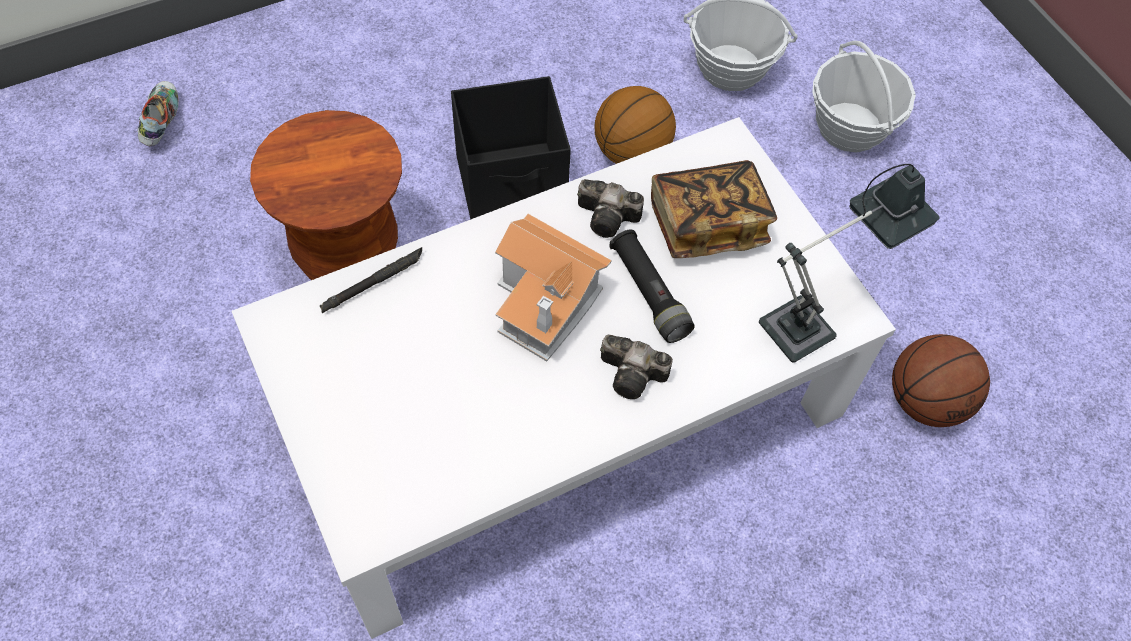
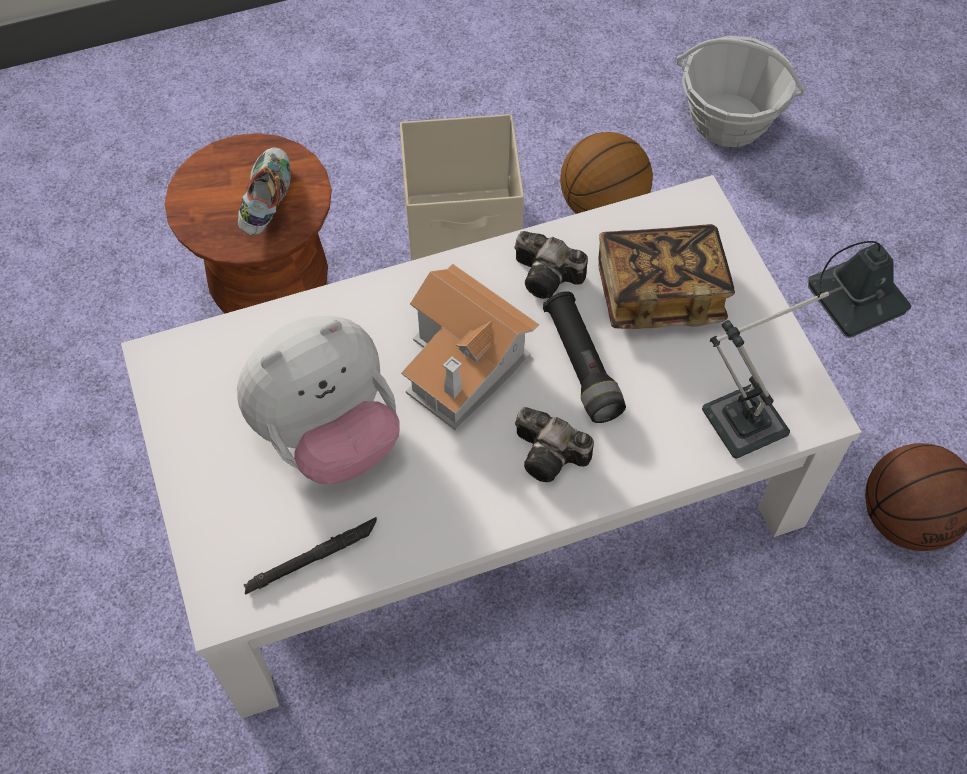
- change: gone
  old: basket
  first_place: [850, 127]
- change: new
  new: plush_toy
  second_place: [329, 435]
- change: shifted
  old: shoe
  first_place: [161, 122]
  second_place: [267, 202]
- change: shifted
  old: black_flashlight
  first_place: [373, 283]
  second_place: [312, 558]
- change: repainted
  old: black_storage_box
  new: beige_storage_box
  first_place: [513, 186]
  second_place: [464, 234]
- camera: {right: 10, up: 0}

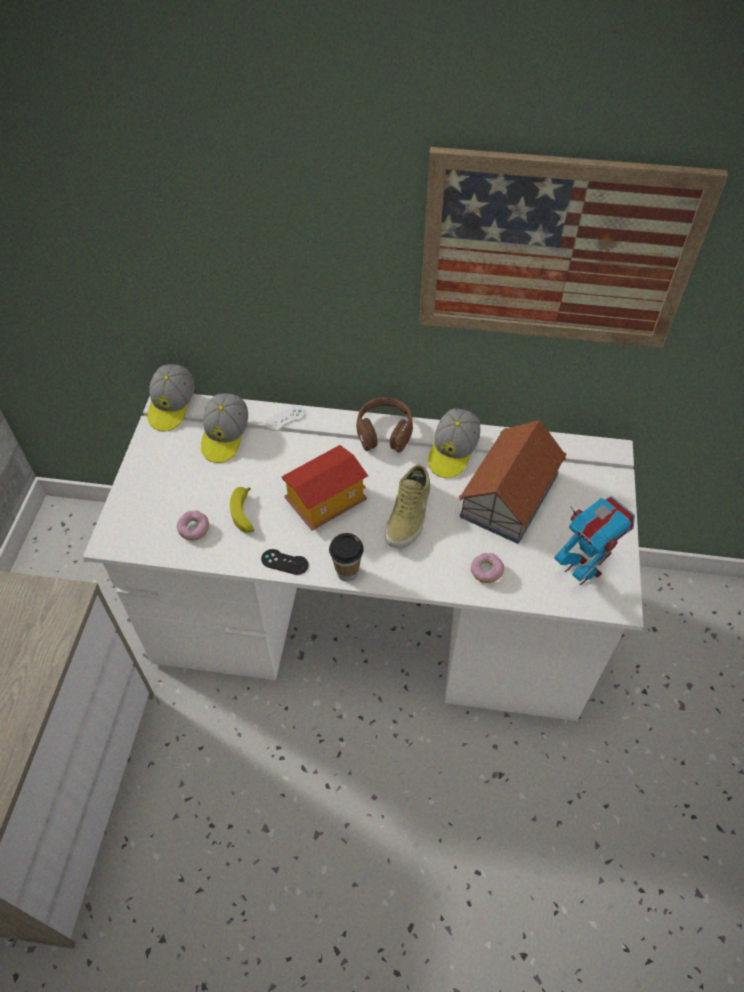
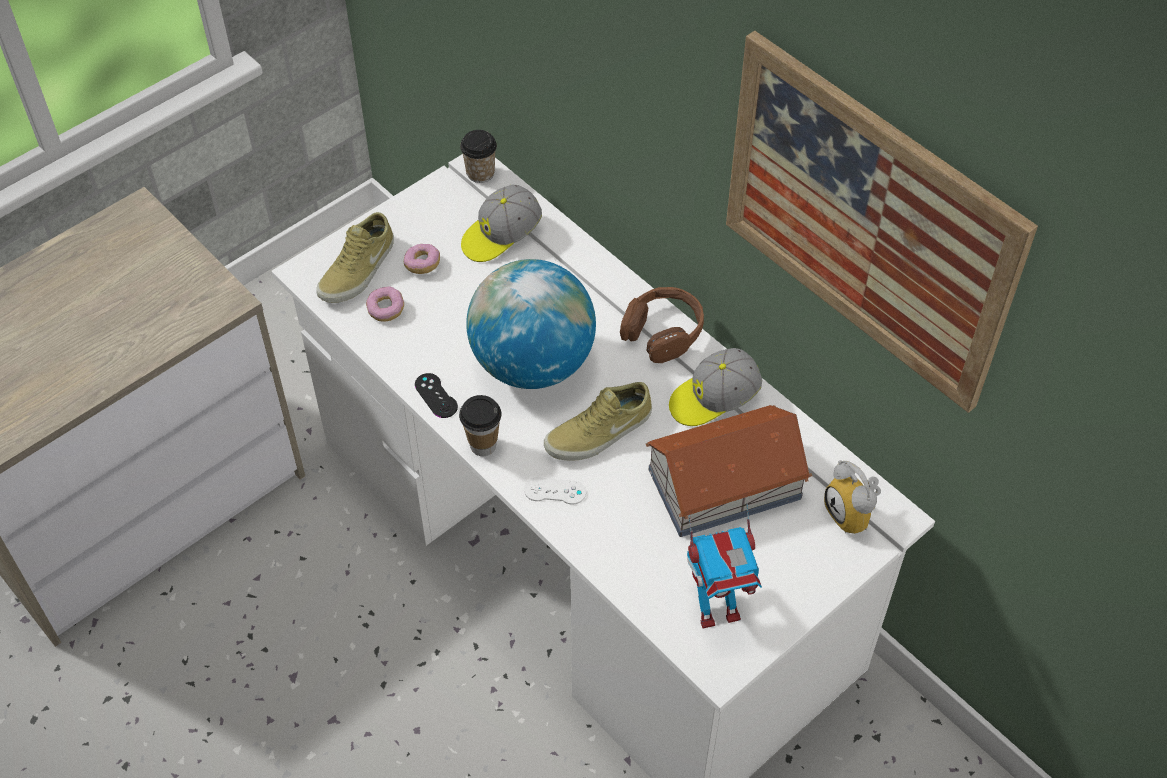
- change: gone
  old: banana
  first_place: [245, 515]
- change: new
  new: beige_shoe
  second_place: [358, 270]
- change: new
  new: alarm_clock
  second_place: [854, 515]
- change: shifted
  old: white_game_controller
  first_place: [285, 418]
  second_place: [554, 491]
- change: shifted
  old: donut
  first_place: [486, 572]
  second_place: [422, 264]
- change: swapped
  old: cap
  new: cup
  first_place: [172, 406]
  second_place: [480, 173]
- change: swapped
  old: toy_house
  new: globe
  first_place: [326, 501]
  second_place: [532, 364]
- change: rotated
  old: toy_robot
  first_place: [582, 570]
  second_place: [717, 609]
  degrees: 75
- camera: {right: 40, up: 0}

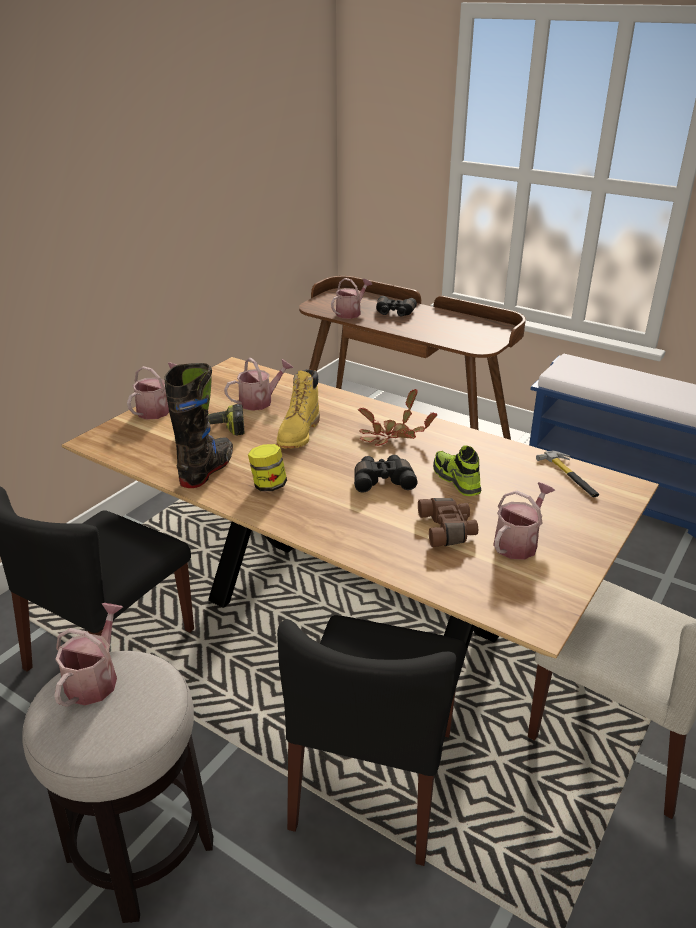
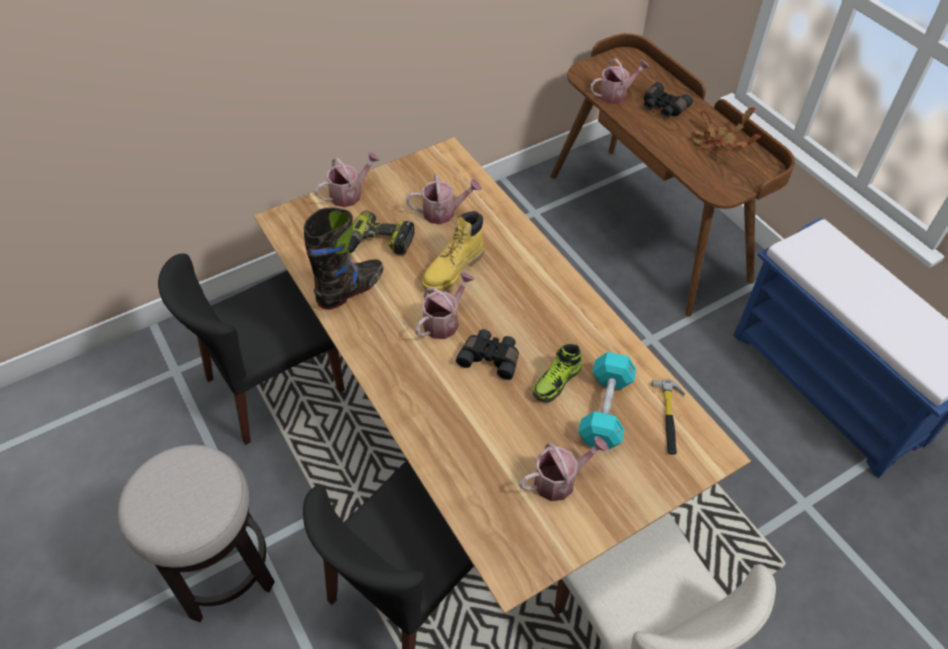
- change: gone
  old: jar
  first_place: [268, 485]
- change: gone
  old: brown_binoculars
  first_place: [448, 530]
- change: new
  new: turquoise_dumbbell
  second_place: [605, 409]
- change: shifted
  old: watering_can
  first_place: [95, 678]
  second_place: [444, 321]
- change: shifted
  old: potted_plant
  first_place: [390, 437]
  second_place: [718, 143]
- change: rotated
  old: shoe
  first_place: [456, 480]
  second_place: [557, 382]
  degrees: -135
- camera: {right: 25, up: 20}

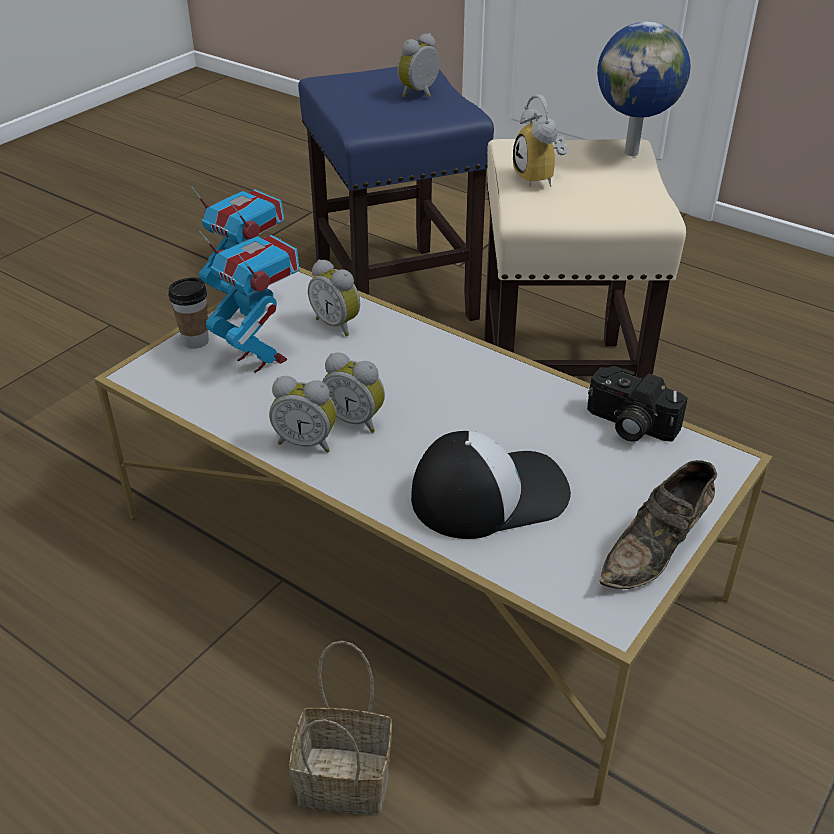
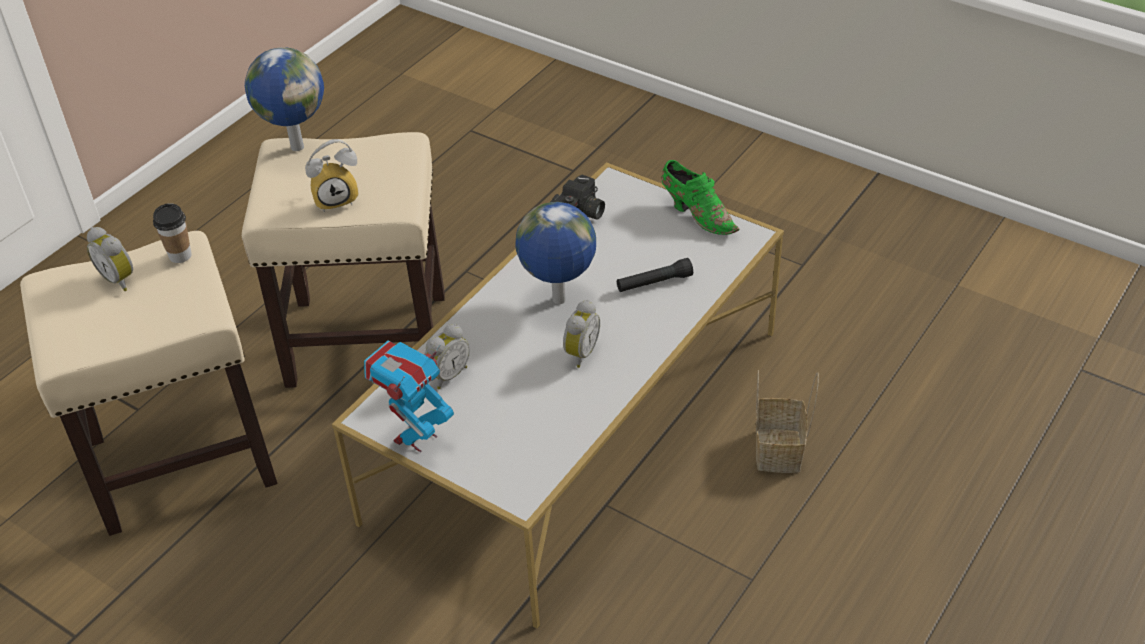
- change: gone
  old: toy_robot
  first_place: [261, 358]
- change: gone
  old: alarm_clock
  first_place: [307, 442]
- change: new
  new: globe
  second_place: [559, 301]
- change: shifted
  old: cup
  first_place: [195, 341]
  second_place: [180, 256]
- change: swapped
  old: cap
  new: black_flashlight
  first_place: [489, 493]
  second_place: [654, 283]
- change: repainted
  old: blue_stool
  new: beige_stool
  first_place: [393, 291]
  second_place: [179, 462]
- change: repainted
  old: brown_shoe
  new: green_shoe
  first_place: [656, 550]
  second_place: [697, 214]
- camera: {right: -90, up: 5}

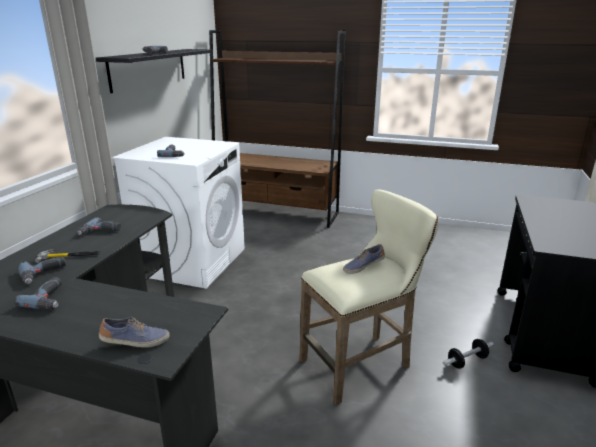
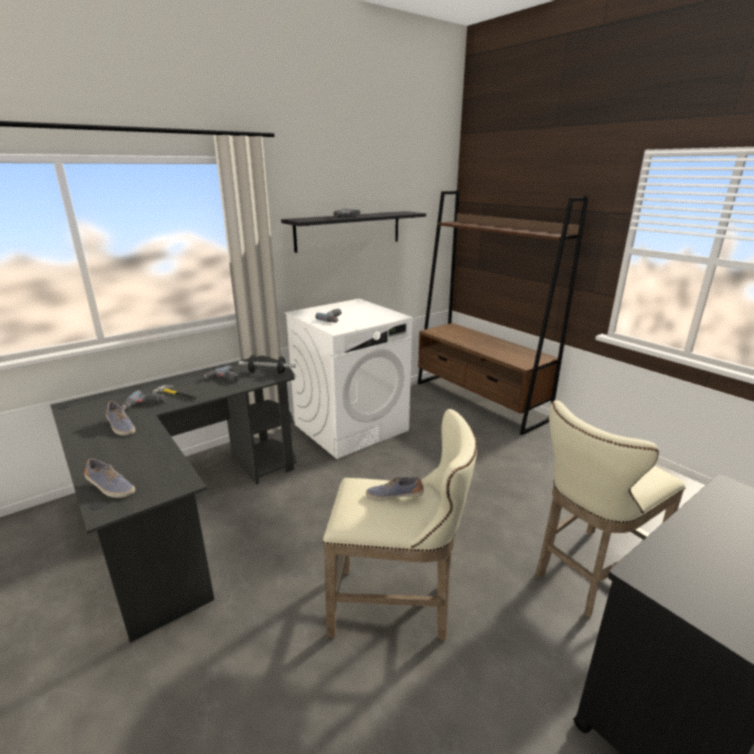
- change: new
  new: beige_stool
  second_place: [588, 574]
- change: shifted
  old: dumbbell
  first_place: [467, 361]
  second_place: [267, 372]
- change: swapped
  old: power_drill
  new: shoe
  first_place: [50, 298]
  second_place: [120, 427]
- camera: {right: 35, up: 0}

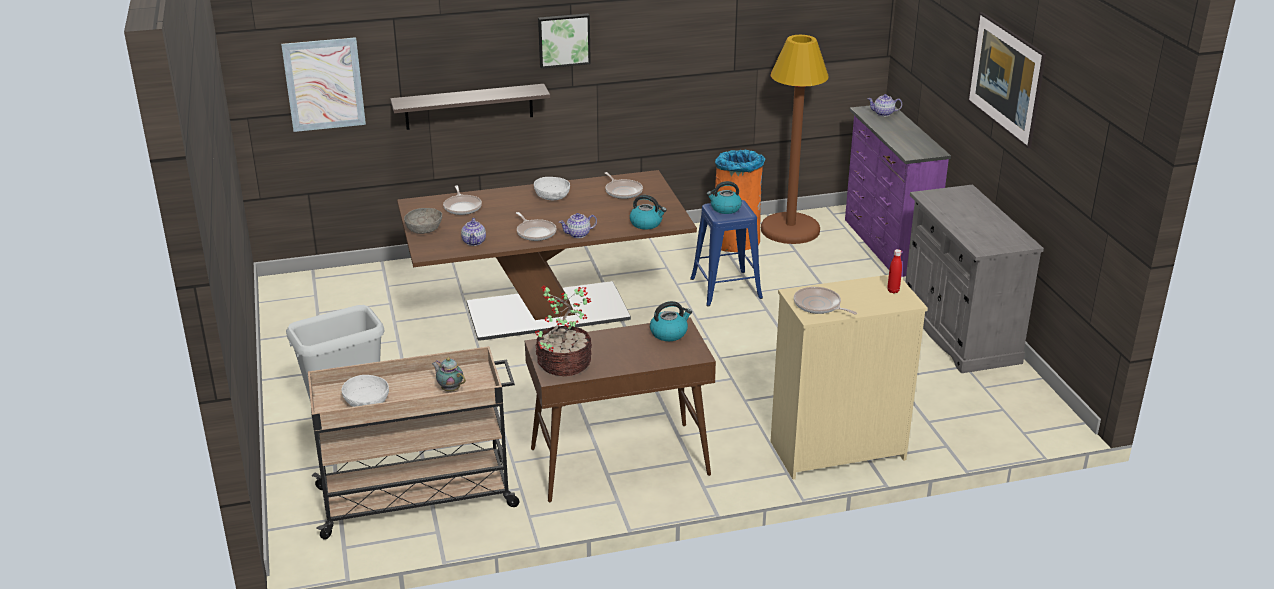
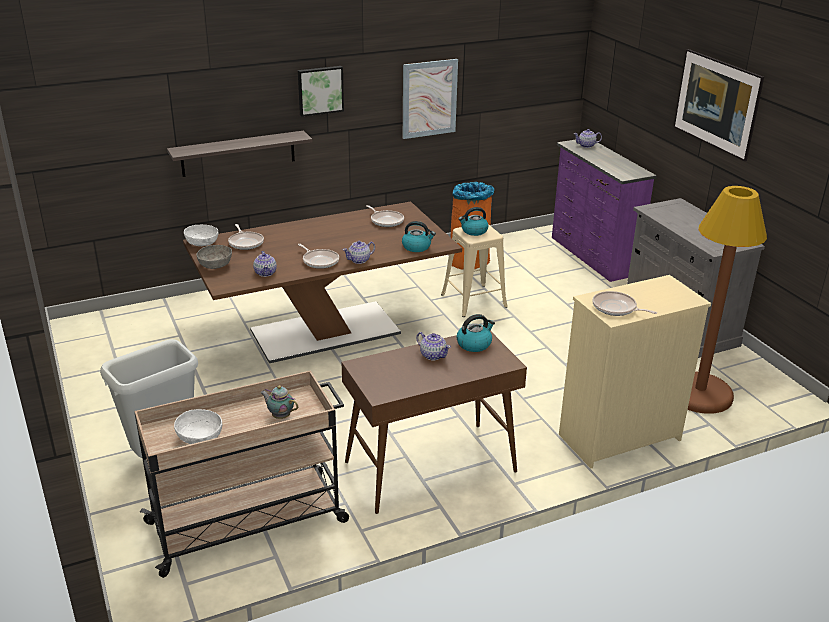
- change: gone
  old: potted_plant
  first_place: [563, 364]
- change: gone
  old: red_bottle
  first_place: [893, 291]
- change: new
  new: teapot
  second_place: [433, 355]
- change: shifted
  old: picture
  first_place: [324, 84]
  second_place: [429, 98]
- change: shifted
  old: white_bowl
  first_place: [552, 197]
  second_place: [202, 243]
- change: shifted
  old: brown_floor_lamp
  first_place: [790, 230]
  second_place: [699, 394]
- change: repainted
  old: blue_stool
  new: beige_stool
  first_place: [726, 288]
  second_place: [474, 300]
- camera: {right: -10, up: 0}

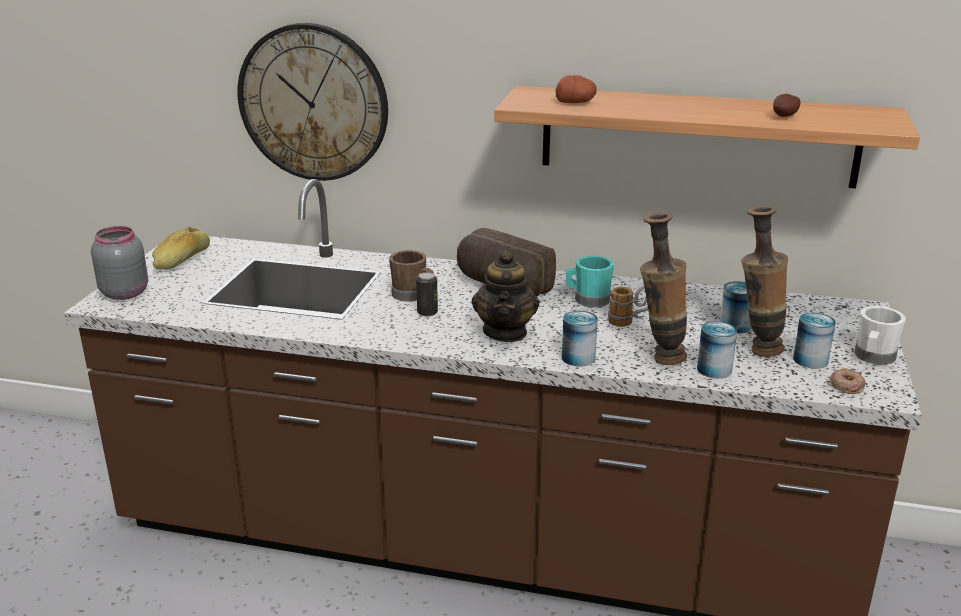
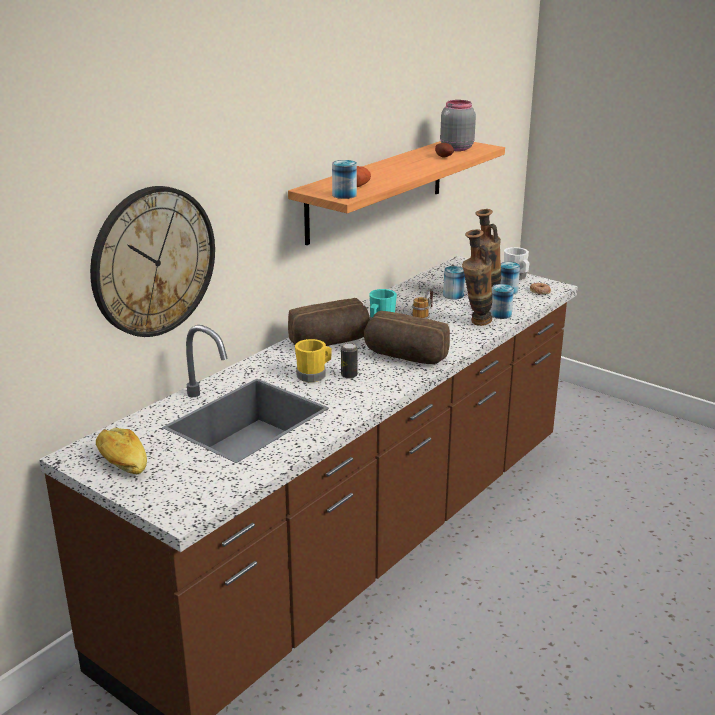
- change: shifted
  old: grey_jar
  first_place: [125, 292]
  second_place: [455, 148]
- change: shifted
  old: can
  first_place: [578, 358]
  second_place: [344, 195]
- change: swapped
  old: teapot
  new: bread
  first_place: [505, 332]
  second_place: [404, 357]
- change: repainted
  old: brown_mug
  new: yellow_mug
  first_place: [412, 295]
  second_place: [314, 375]
- camera: {right: -65, up: 0}

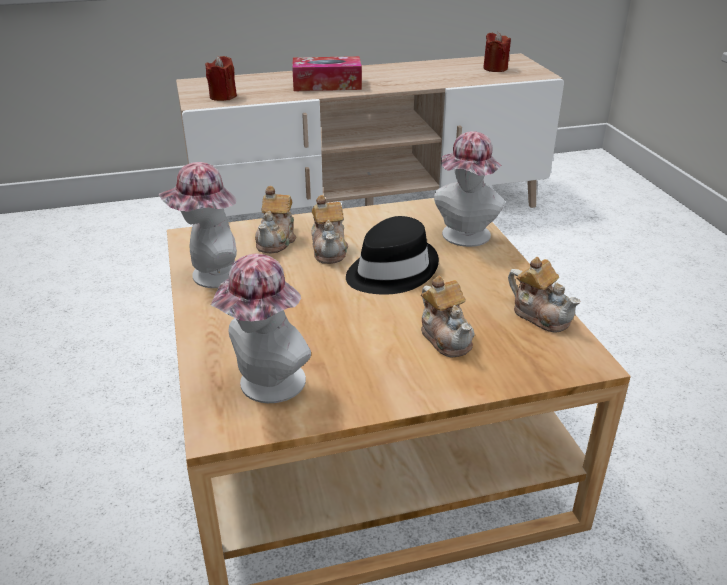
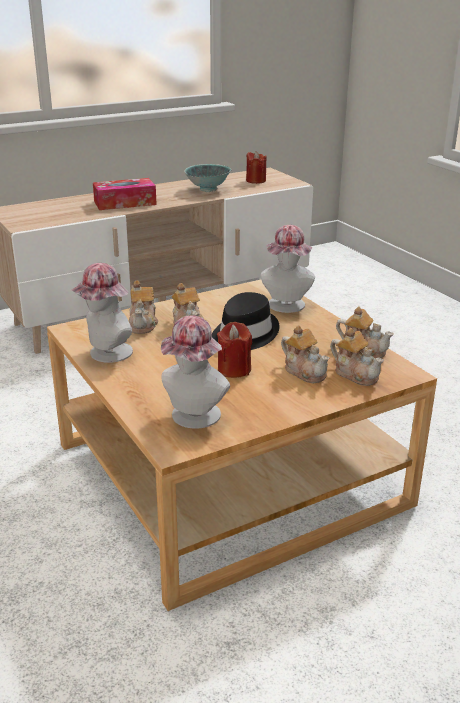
- change: new
  new: bowl
  second_place: [208, 189]
- change: new
  new: teapot
  second_place: [356, 374]
- change: shifted
  old: red_candle
  first_place: [223, 96]
  second_place: [234, 369]
- camera: {right: -15, up: -5}

